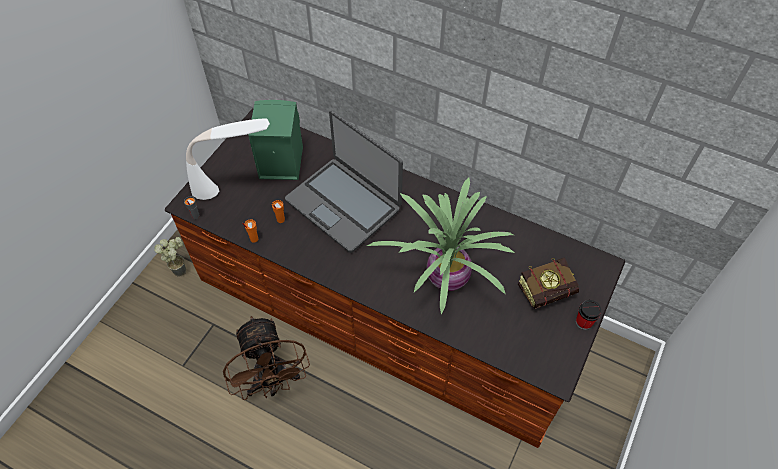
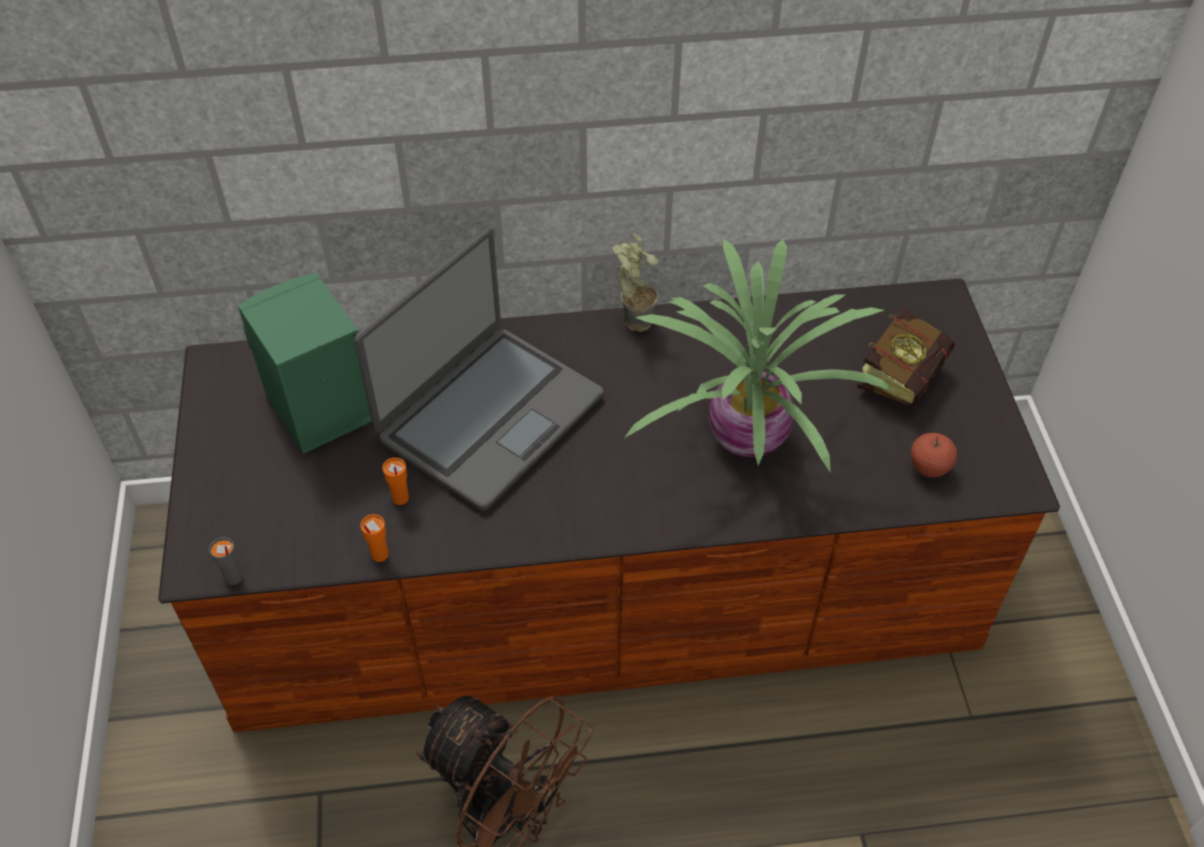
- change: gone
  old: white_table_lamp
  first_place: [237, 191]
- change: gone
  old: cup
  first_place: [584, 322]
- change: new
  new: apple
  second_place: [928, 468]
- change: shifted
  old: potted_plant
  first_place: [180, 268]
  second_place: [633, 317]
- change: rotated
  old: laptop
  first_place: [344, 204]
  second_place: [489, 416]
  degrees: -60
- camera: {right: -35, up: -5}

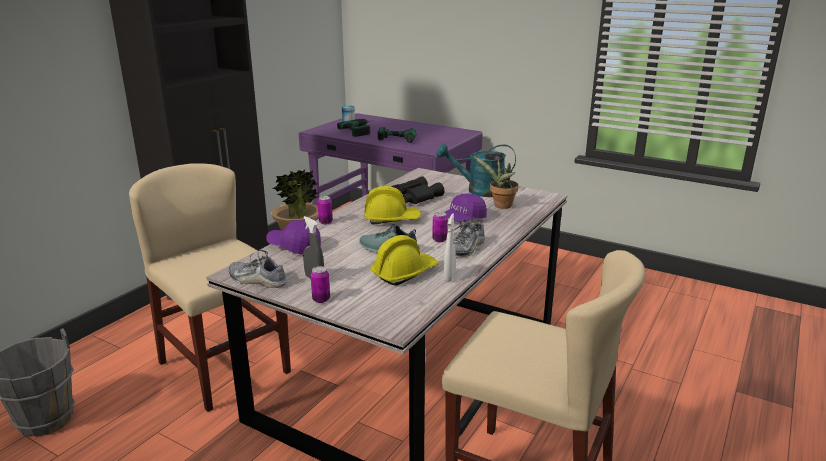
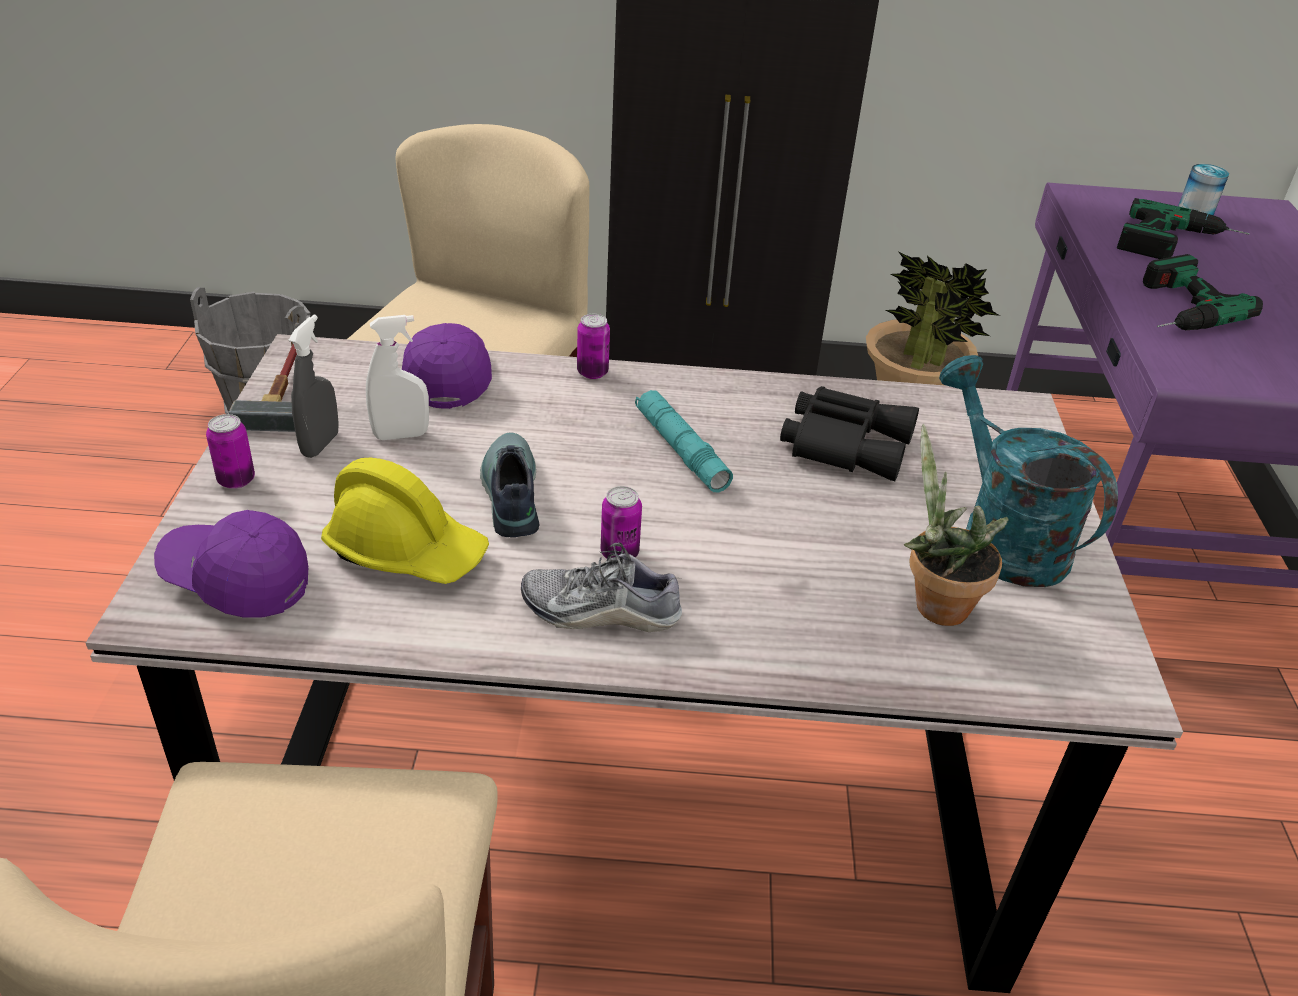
- change: shifted
  old: purple_cap
  first_place: [463, 219]
  second_place: [236, 580]
- change: shifted
  old: white_spray_bottle
  first_place: [449, 277]
  second_place: [401, 435]
- change: swapped
  old: shoe
  new: hammer
  first_place: [257, 280]
  second_place: [284, 386]
- change: swapped
  old: yellow_hard_hat
  new: turquoise_flashlight
  first_place: [391, 219]
  second_place: [681, 449]
- camera: {right: 60, up: 15}

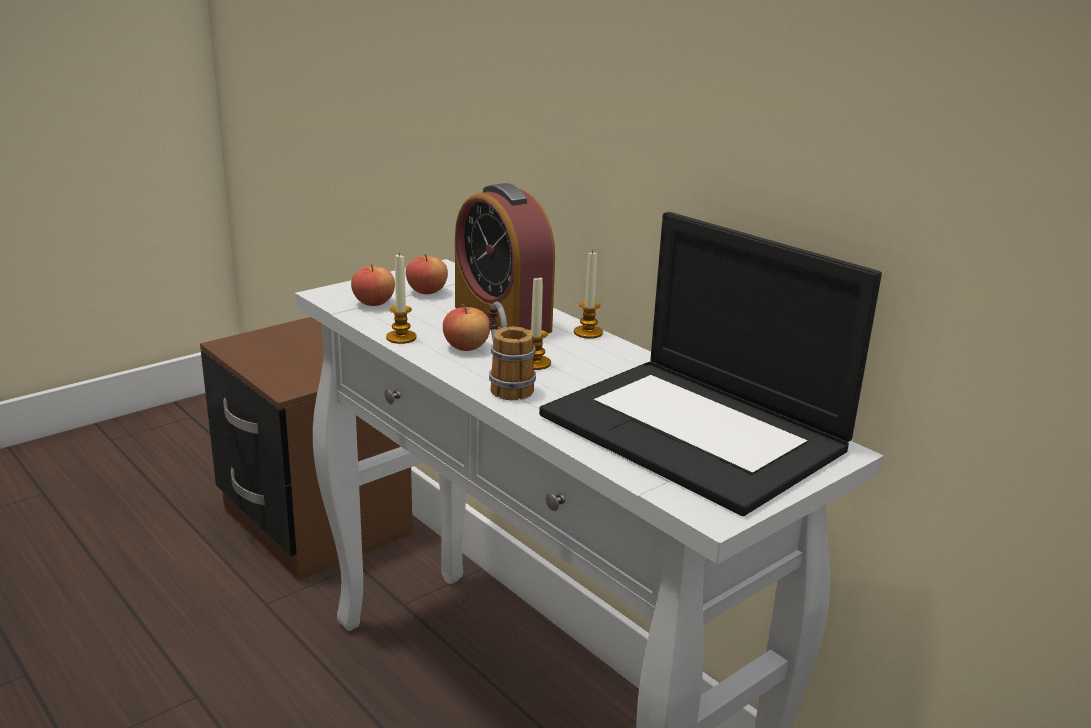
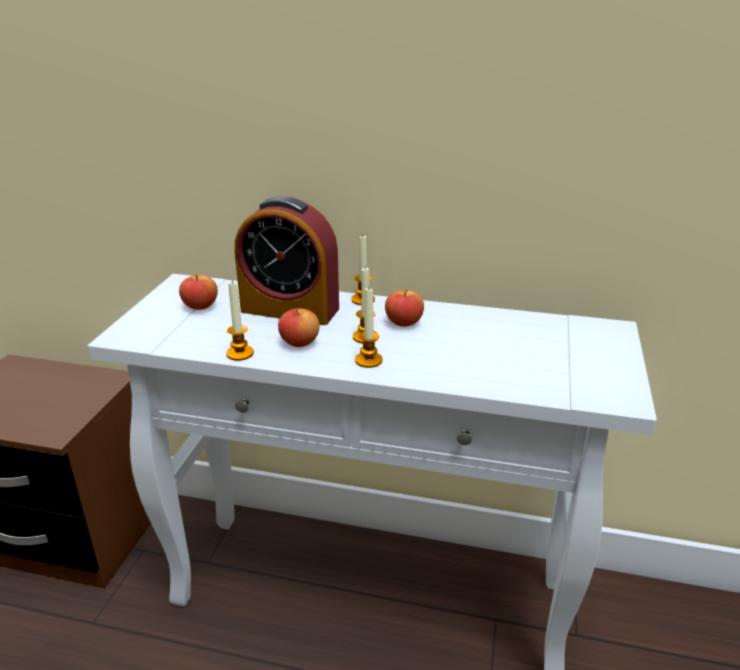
- change: gone
  old: laptop
  first_place: [697, 432]
- change: shifted
  old: apple
  first_place: [373, 303]
  second_place: [404, 322]
- change: swapped
  old: mug
  new: candle
  first_place: [505, 382]
  second_place: [368, 360]
- camera: {right: -35, up: 5}

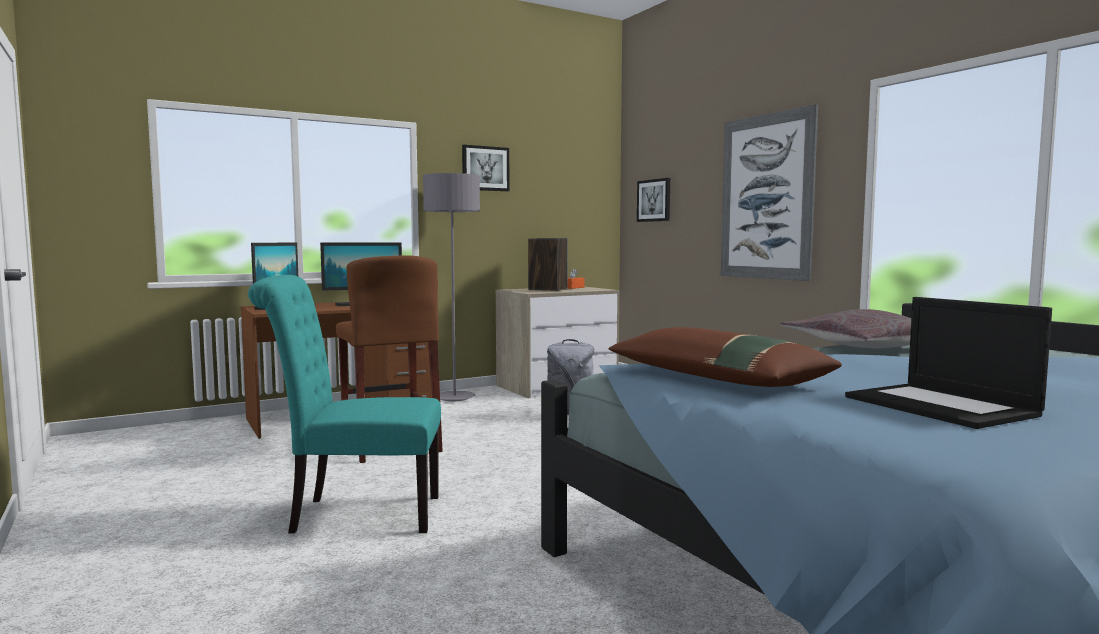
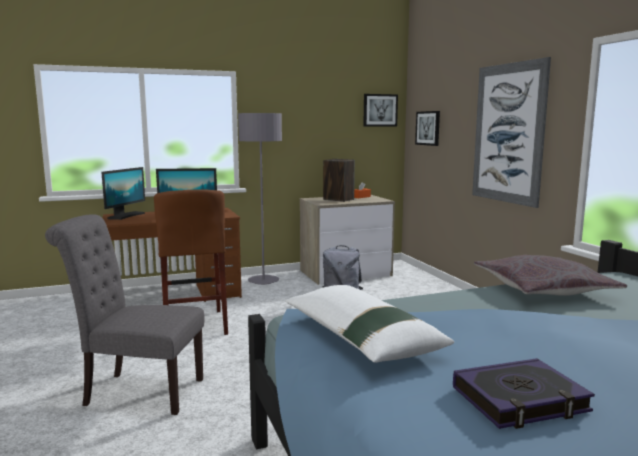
- change: shifted
  old: picture
  first_place: [485, 168]
  second_place: [380, 110]
- change: swapped
  old: laptop
  new: book
  first_place: [942, 406]
  second_place: [519, 400]
- change: repainted
  old: turquoise_chair
  new: grey_chair
  first_place: [357, 514]
  second_place: [137, 392]
- change: repainted
  old: brown_pillow
  new: white_pillow
  first_place: [716, 378]
  second_place: [360, 337]
- camera: {right: 10, up: 5}

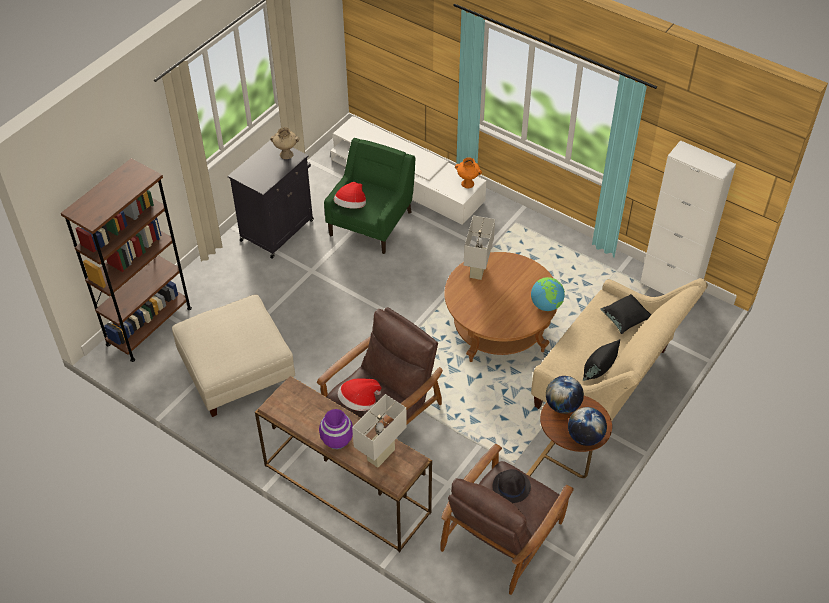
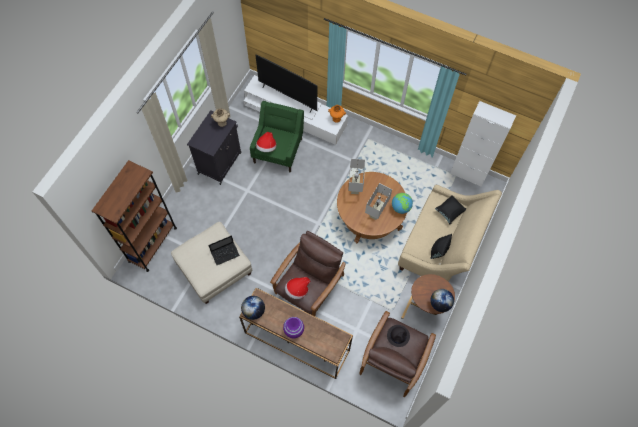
- change: new
  new: laptop
  second_place: [225, 253]
- change: new
  new: television
  second_place: [288, 97]
- change: shifted
  old: white_table_lamp
  first_place: [381, 455]
  second_place: [376, 213]
- change: shifted
  old: globe
  first_place: [562, 405]
  second_place: [254, 311]
- camera: {right: -10, up: 15}

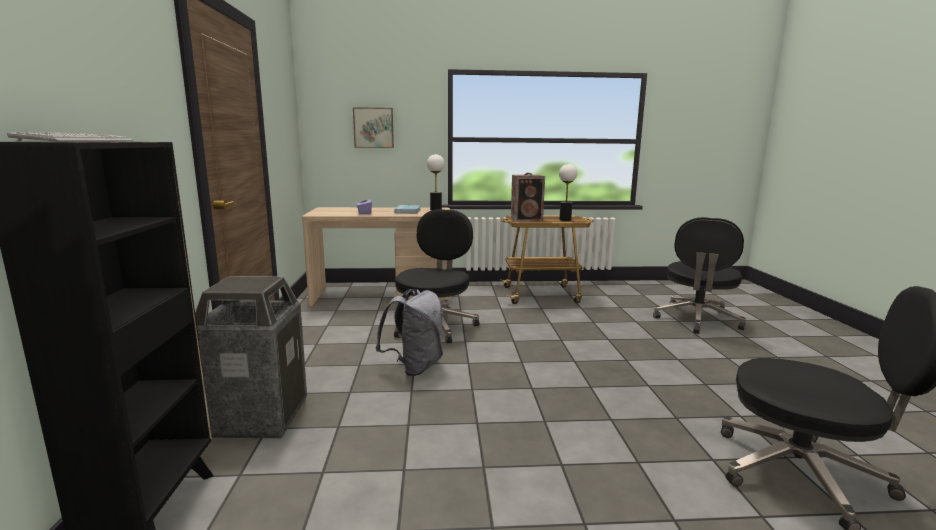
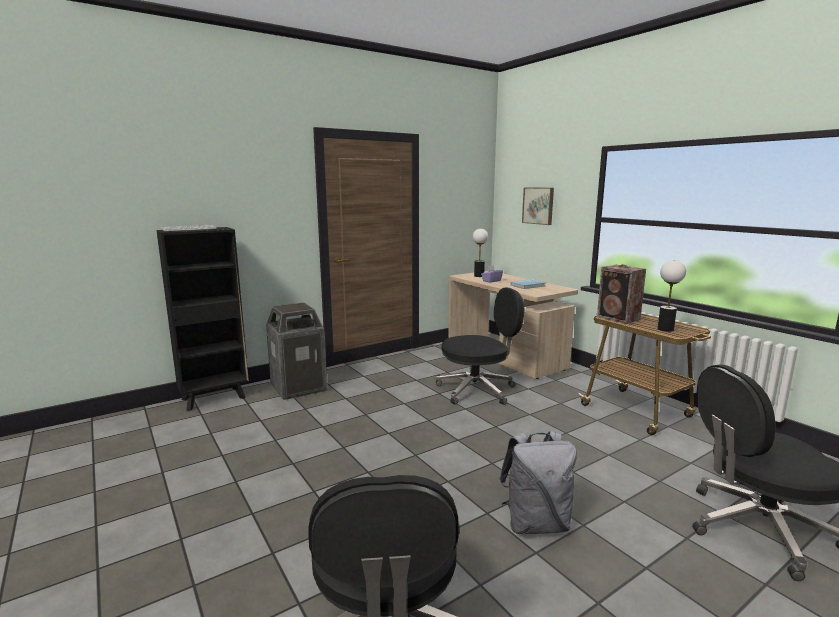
- change: shifted
  old: grey_backpack
  first_place: [415, 367]
  second_place: [535, 523]
- change: shifted
  old: table_lamp
  first_place: [436, 209]
  second_place: [479, 276]
- camera: {right: 60, up: 0}

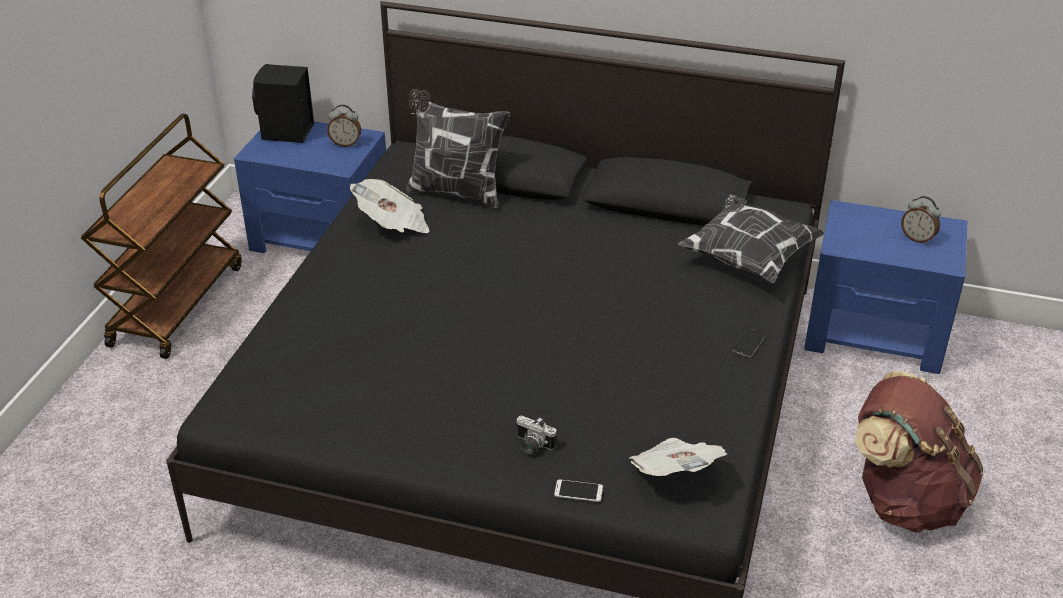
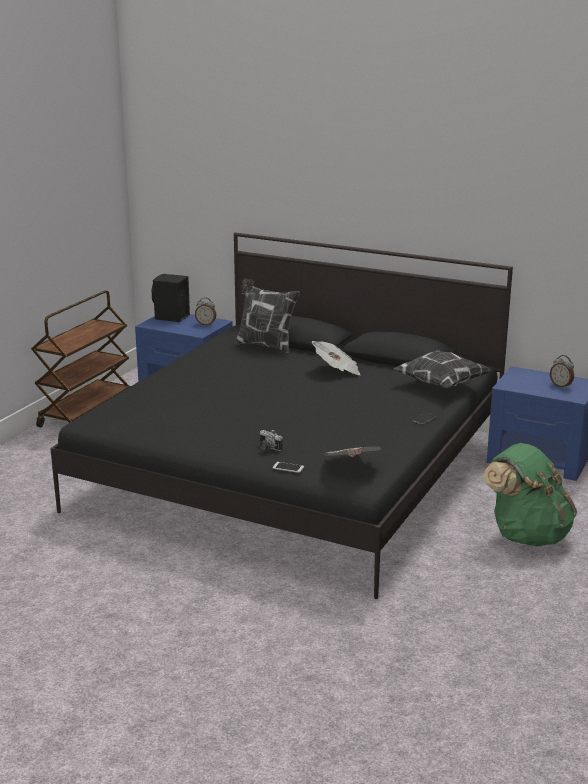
- change: shifted
  old: newspaper
  first_place: [393, 224]
  second_place: [337, 370]
- change: repainted
  old: brown_backpack
  new: green_backpack
  first_place: [904, 500]
  second_place: [526, 535]
- camera: {right: 10, up: -15}

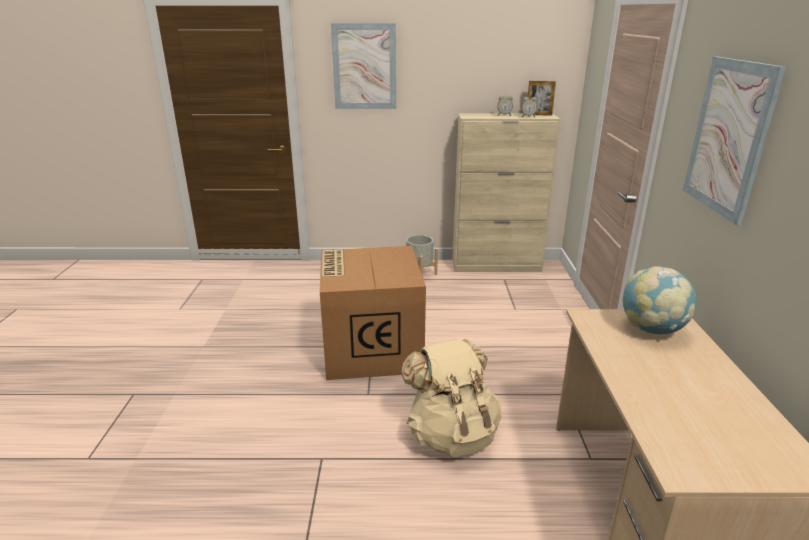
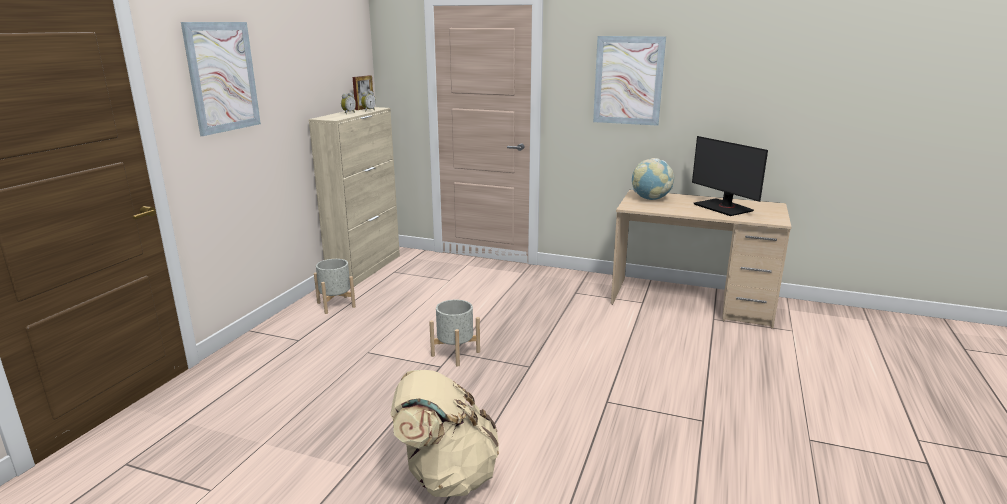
- change: new
  new: monitor
  second_place: [723, 208]
- change: shifted
  old: beige_backpack
  first_place: [452, 434]
  second_place: [446, 476]
- change: swapped
  old: cardboard_box
  new: grey_planter
  first_place: [370, 348]
  second_place: [455, 354]
- camera: {right: -70, up: -5}

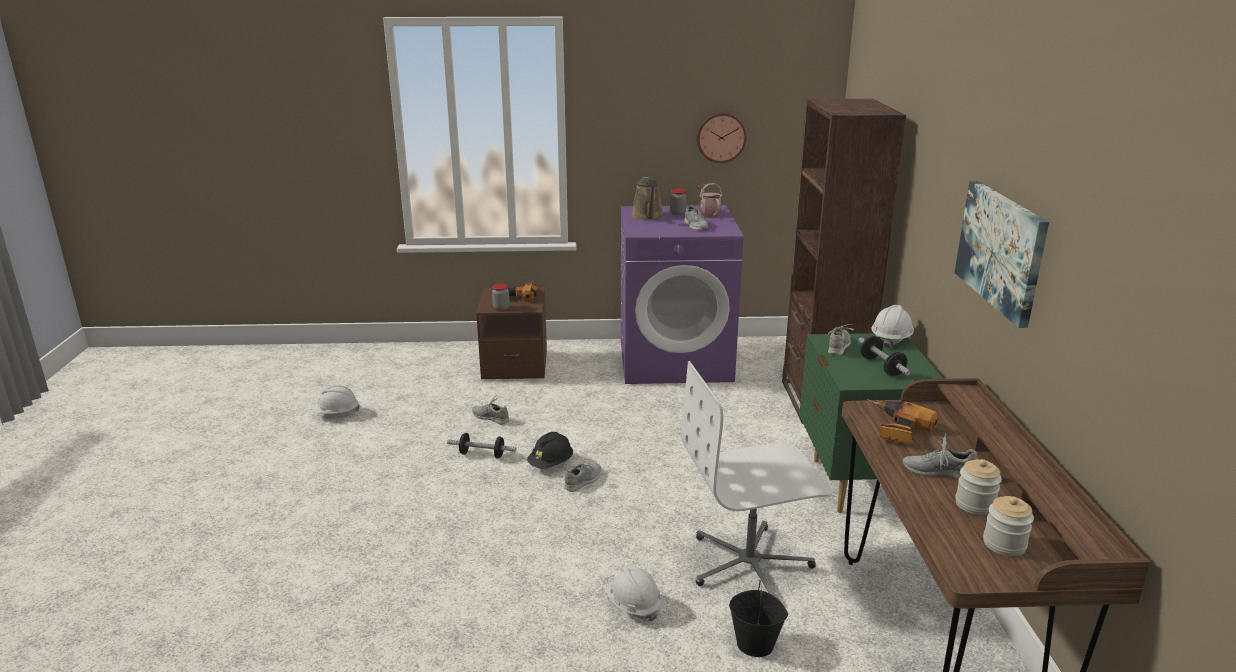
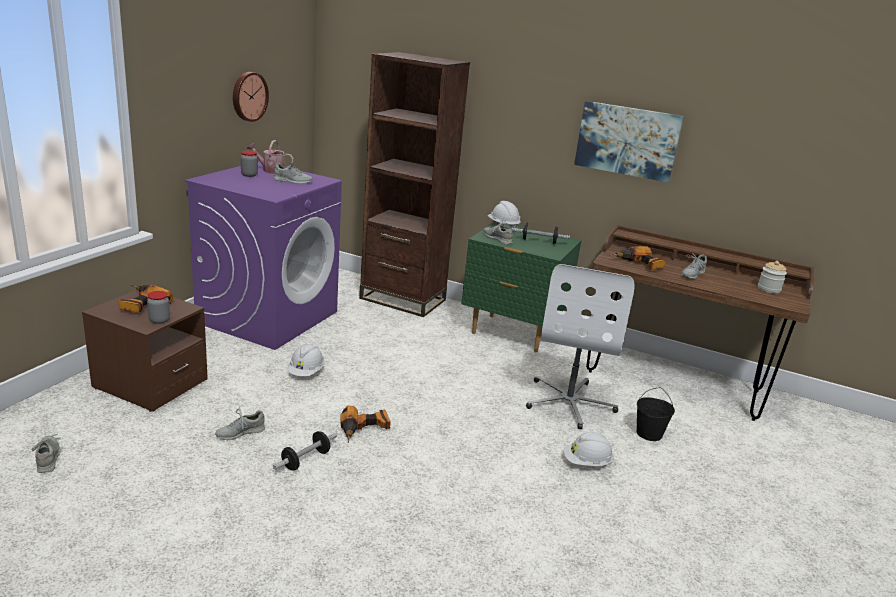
- change: gone
  old: brown_watering_can
  first_place: [648, 216]
- change: gone
  old: jar
  first_place: [974, 504]
- change: shifted
  old: white_hard_hat
  first_place: [336, 414]
  second_place: [306, 372]
- change: shifted
  old: grey_shoe
  first_place: [583, 480]
  second_place: [48, 457]
- change: swapped
  old: black_hard_hat
  new: power_drill
  first_place: [551, 464]
  second_place: [364, 430]
- camera: {right: -65, up: 0}

